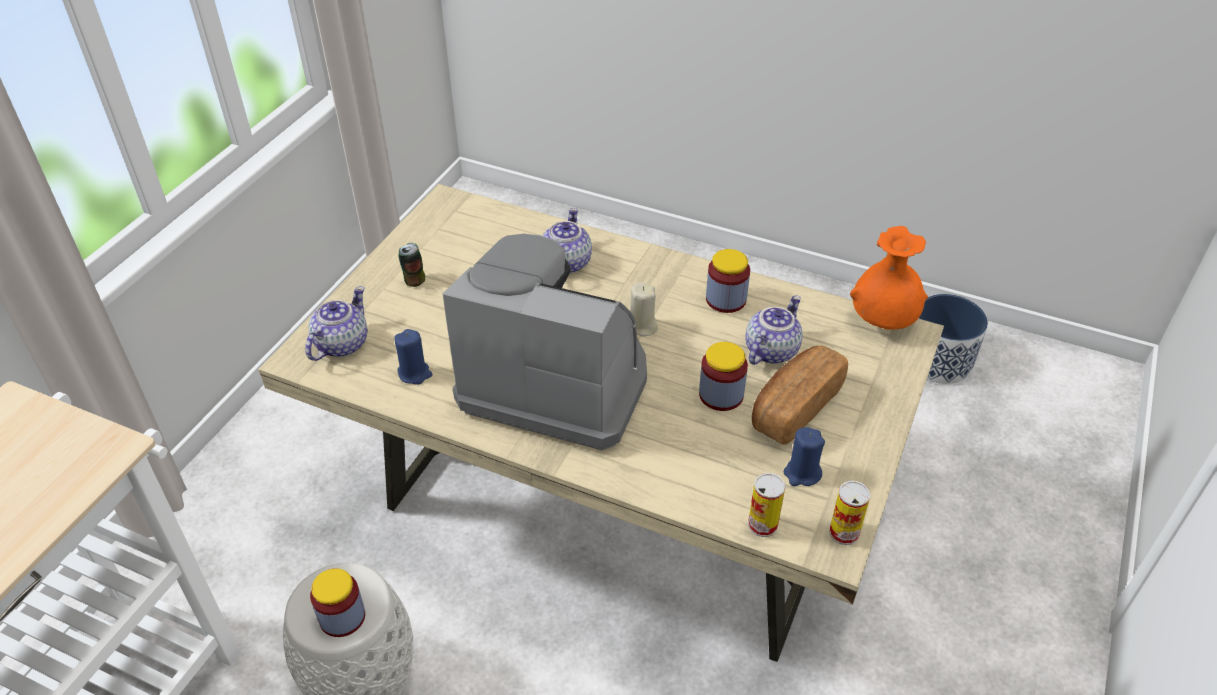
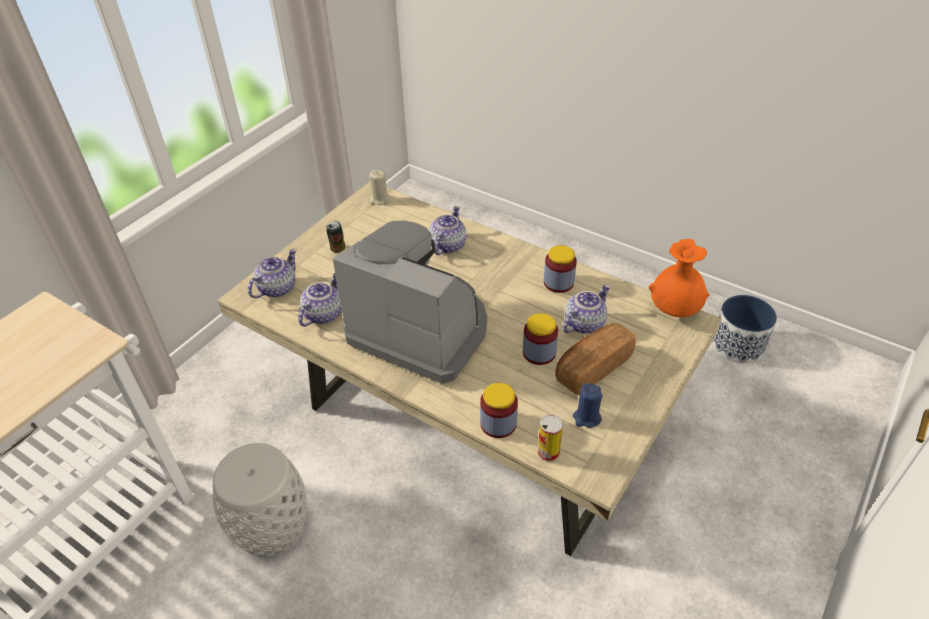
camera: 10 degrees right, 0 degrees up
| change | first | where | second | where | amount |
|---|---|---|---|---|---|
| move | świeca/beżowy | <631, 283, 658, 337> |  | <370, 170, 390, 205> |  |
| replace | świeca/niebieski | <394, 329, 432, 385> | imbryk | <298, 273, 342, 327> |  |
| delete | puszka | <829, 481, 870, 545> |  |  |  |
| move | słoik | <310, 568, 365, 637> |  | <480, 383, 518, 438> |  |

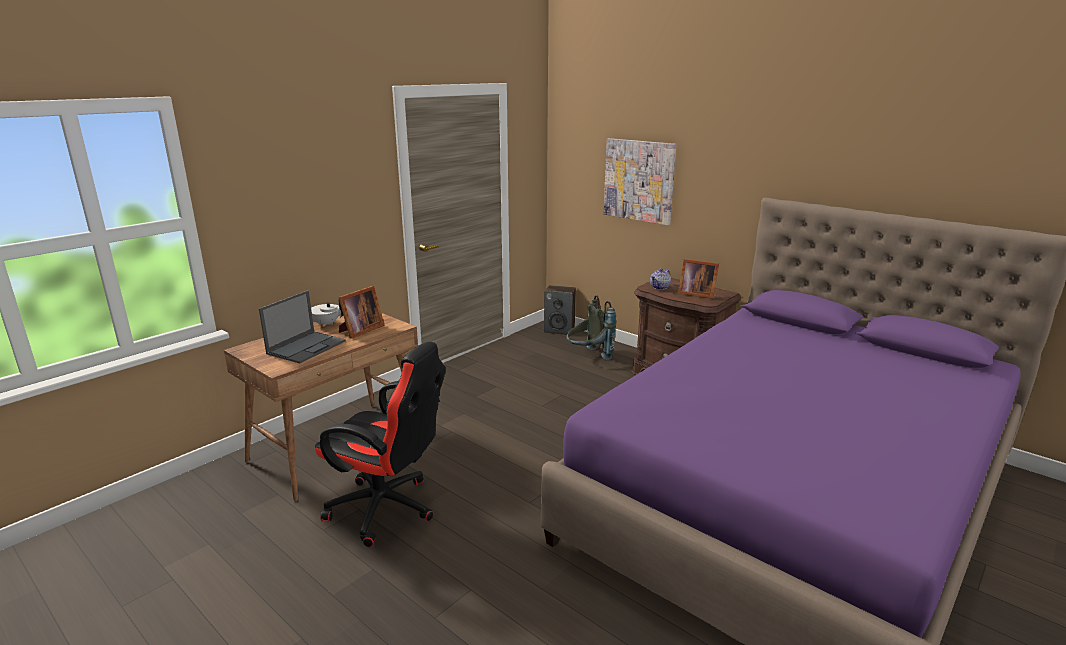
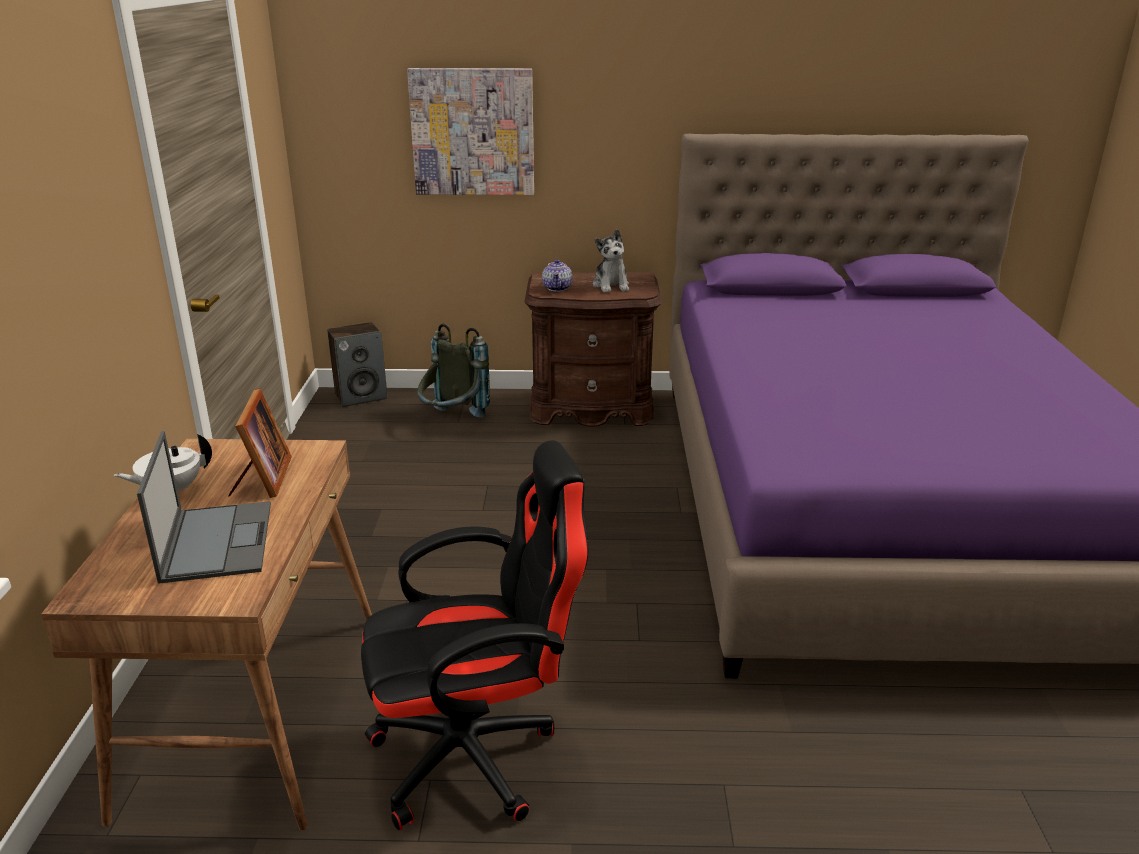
camera: 40 degrees left, 5 degrees up
| change | first | where | second | where | amount |
|---|---|---|---|---|---|
| replace | ramka na zdjęcie | <678, 259, 719, 299> | pluszak | <593, 229, 629, 292> |  |

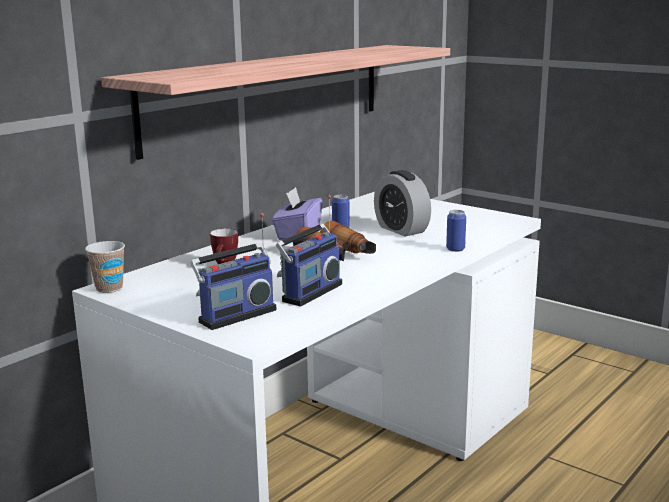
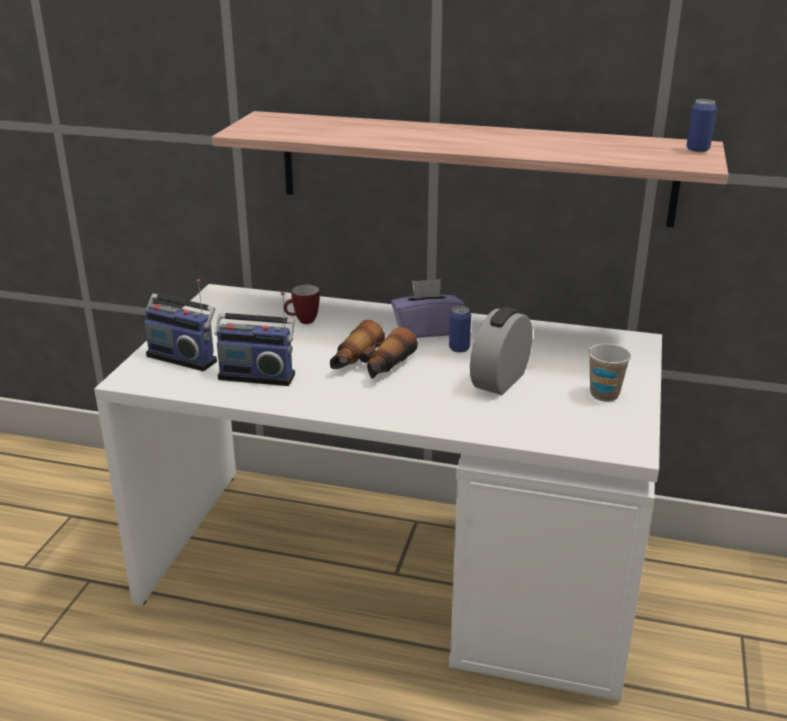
camera: 65 degrees right, 10 degrees up
| change | first | where | second | where | amount |
|---|---|---|---|---|---|
| move | puszka | <446, 210, 466, 252> |  | <686, 99, 717, 152> |  |
| move | filiżanka | <85, 241, 125, 293> |  | <588, 344, 631, 402> |  |

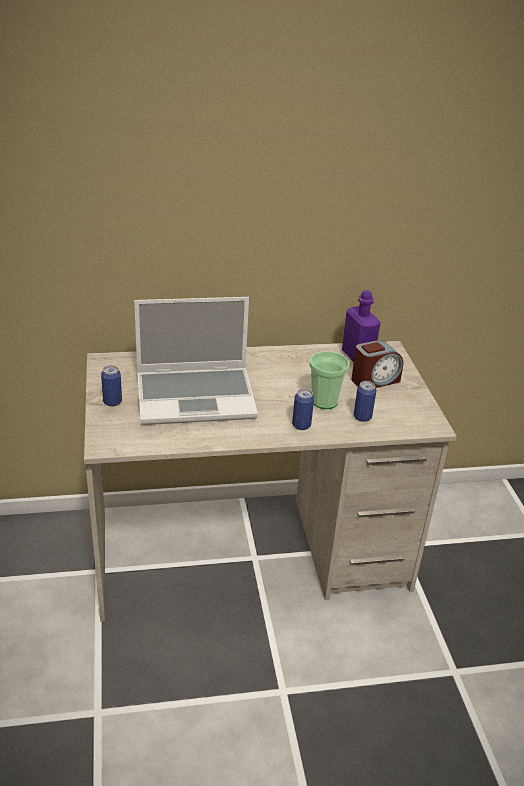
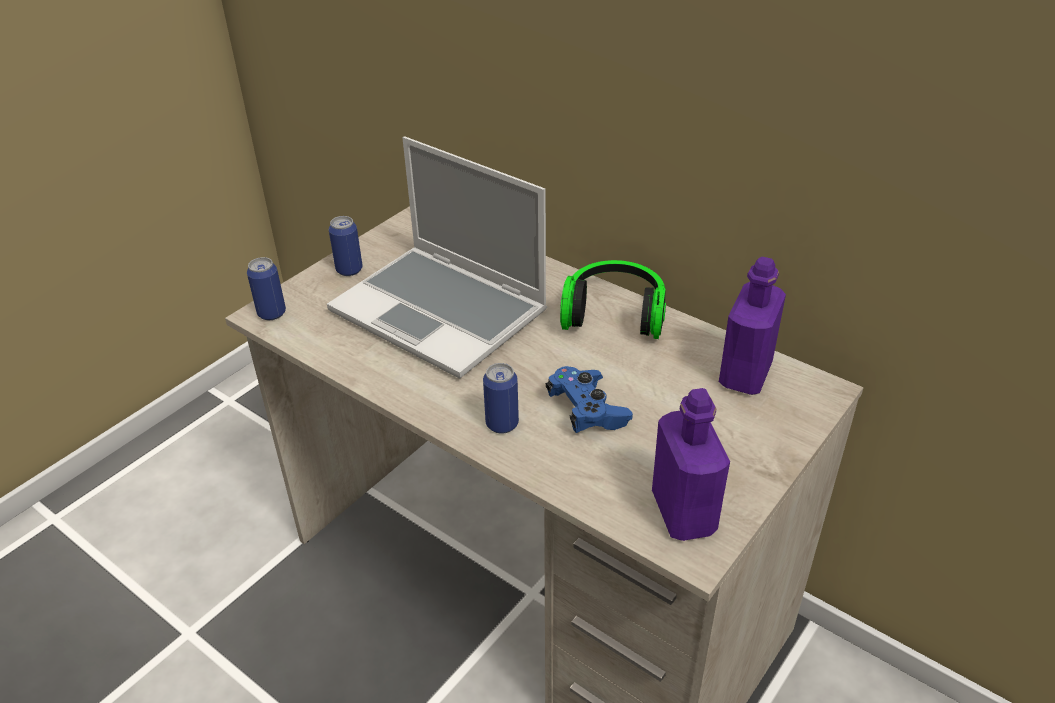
camera: 50 degrees right, 5 degrees up
| change | first | where | second | where | amount |
|---|---|---|---|---|---|
| delete | budzik | <352, 340, 403, 388> |  |  |  |
| replace | filiżanka | <309, 351, 349, 409> | pad do gier/niebieski | <545, 366, 633, 433> |  |
| move | puszka | <354, 381, 377, 422> |  | <247, 257, 286, 320> |  |
| insert |  |  | słuchawki | <560, 260, 666, 339> |  |
| insert |  |  | butelka/fioletowy | <652, 388, 730, 541> |  |

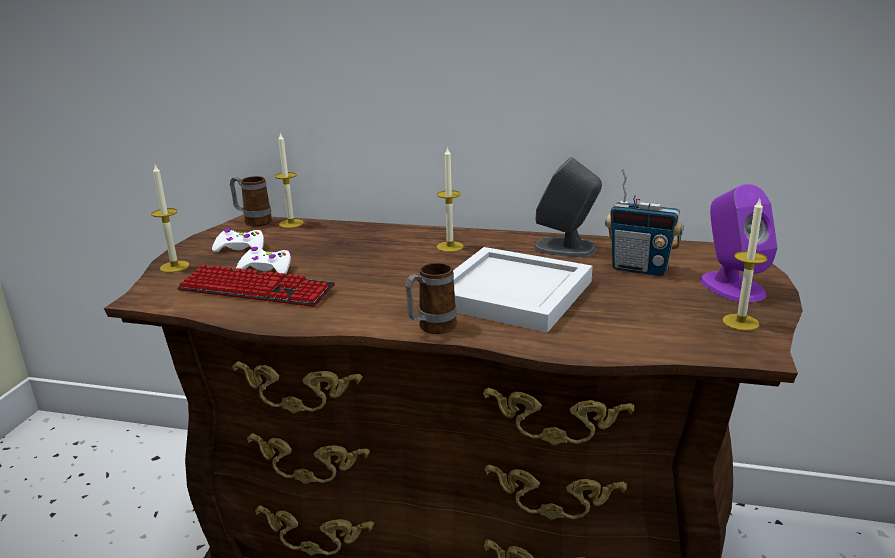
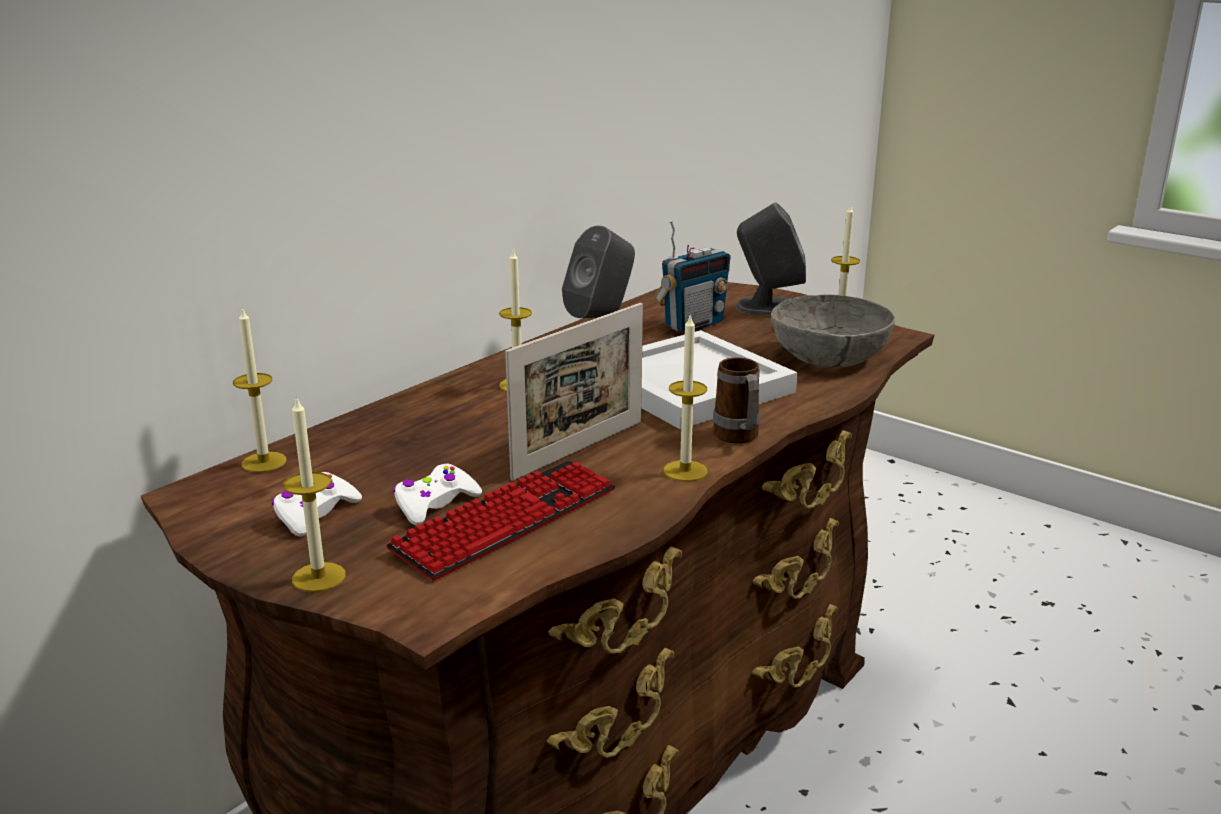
camera: 65 degrees left, 0 degrees up
| change | first | where | second | where | amount |
|---|---|---|---|---|---|
| delete | kubek | <230, 176, 272, 226> |  |  |  |
| recolor | głośnik/fioletowy | <700, 184, 777, 302> | głośnik/szary | <736, 202, 806, 316> |  |
| insert |  |  | miska/szary | <771, 294, 895, 368> |  |
| insert |  |  | ramka na zdjęcie | <505, 303, 643, 481> |  |
| insert |  |  | świeca | <664, 314, 707, 482> |  |

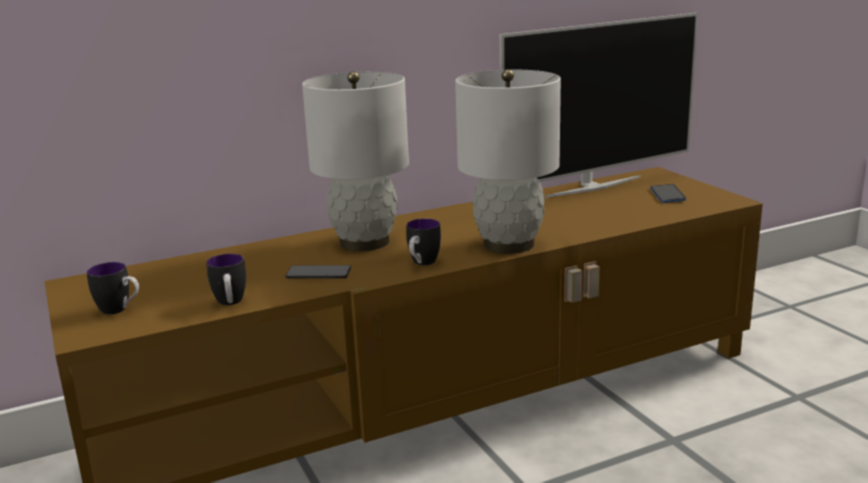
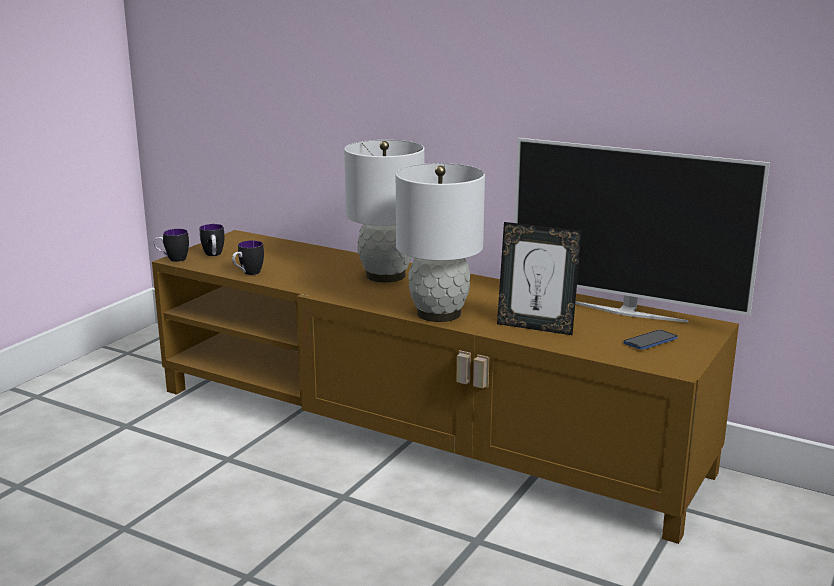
camera: 55 degrees right, 0 degrees up
| change | first | where | second | where | amount |
|---|---|---|---|---|---|
| move | kubek | <406, 219, 441, 265> |  | <154, 229, 189, 262> |  |
| delete | telefon | <286, 265, 351, 279> |  |  |  |
| insert |  |  | ramka na zdjęcie | <497, 222, 582, 335> |  |

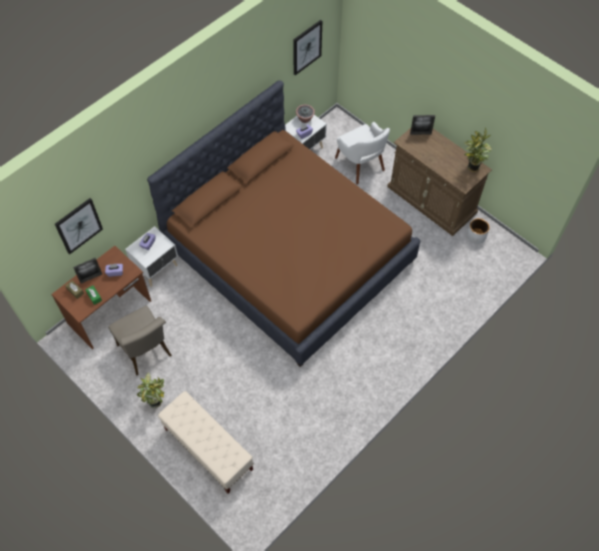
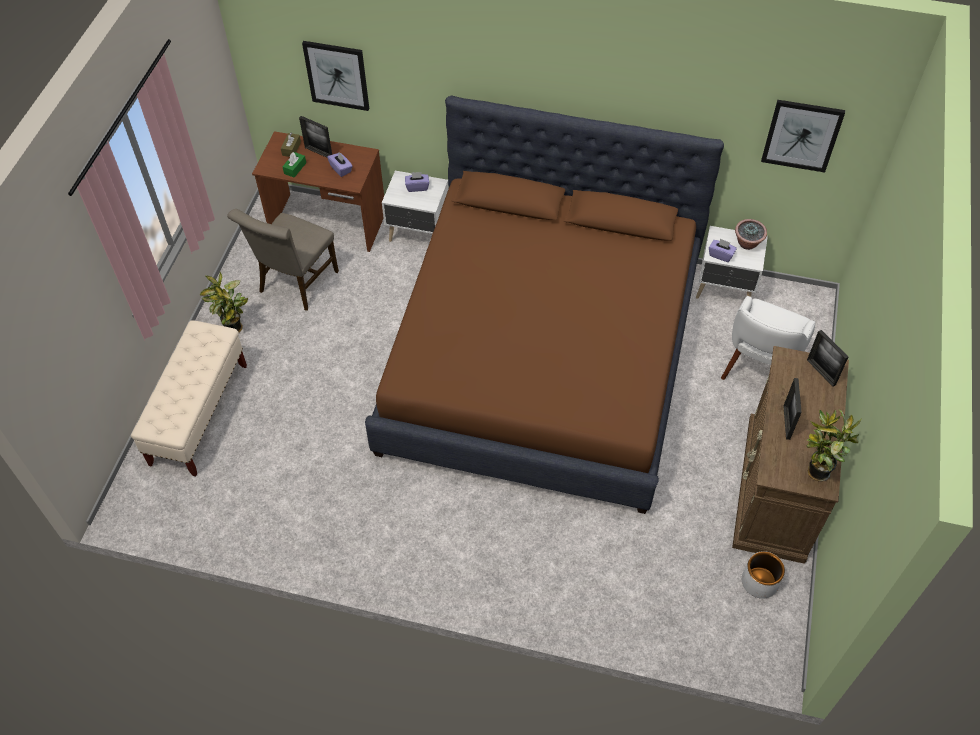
camera: 60 degrees right, 5 degrees down
| change | first | where | second | where | amount |
|---|---|---|---|---|---|
| insert |  |  | ramka na zdjęcie | <783, 378, 802, 440> |  |

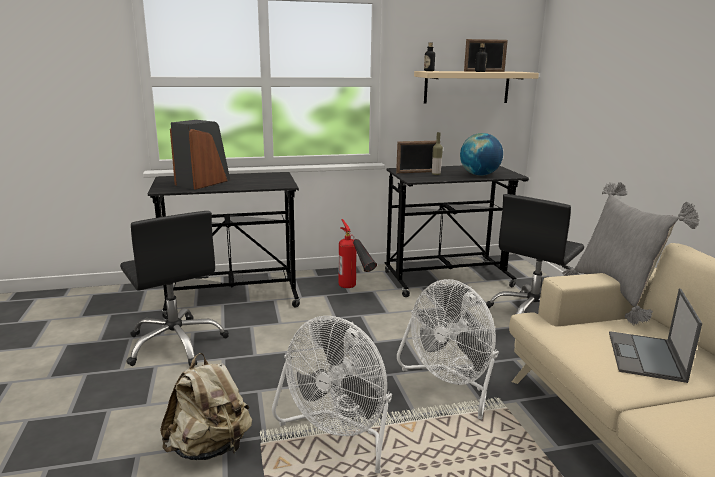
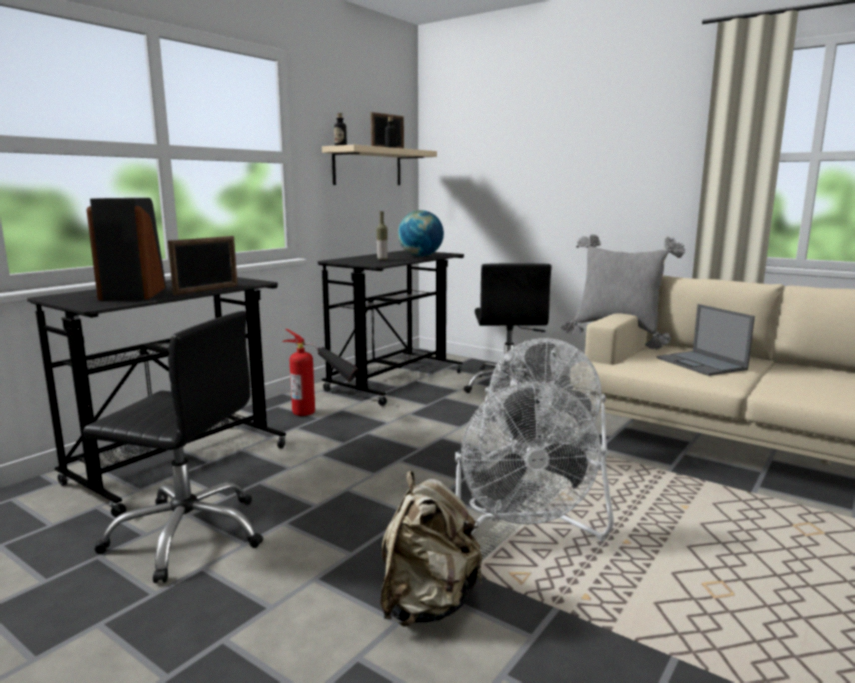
camera: 40 degrees left, 5 degrees down
| change | first | where | second | where | amount |
|---|---|---|---|---|---|
| move | ramka na zdjęcie | <396, 141, 436, 173> |  | <168, 236, 238, 295> |  |

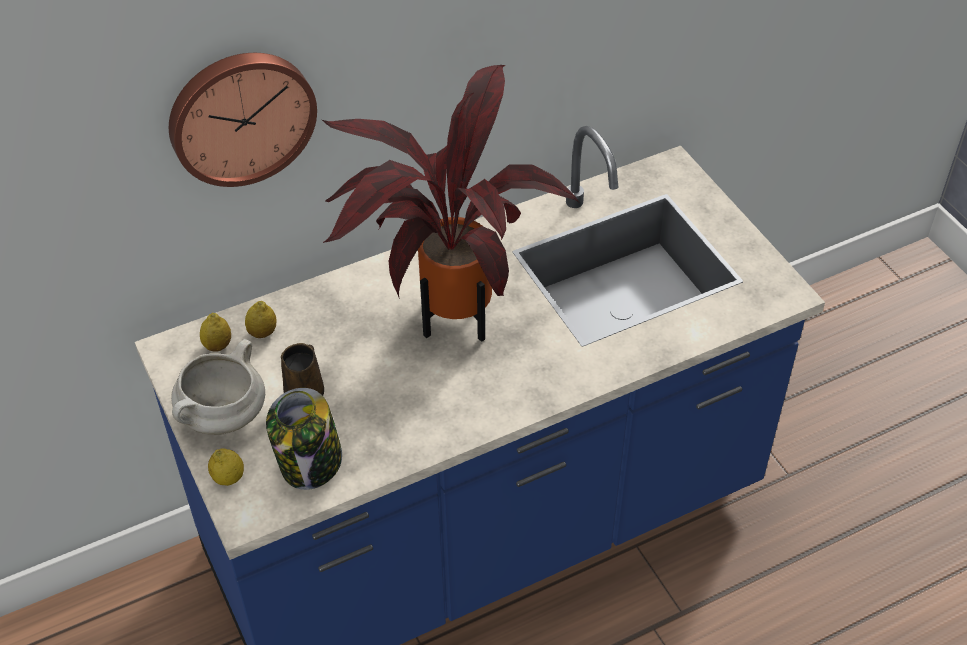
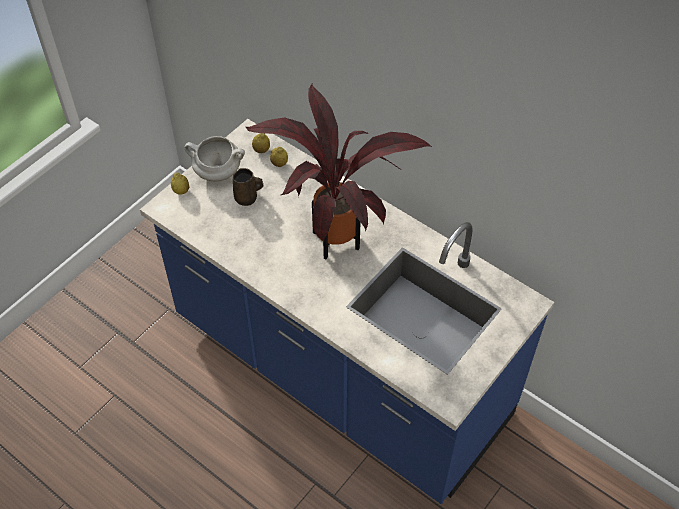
camera: 65 degrees right, 5 degrees up
| change | first | where | second | where | amount |
|---|---|---|---|---|---|
| delete | zegar ścienny | <169, 53, 317, 187> |  |  |  |
| delete | słoik | <266, 388, 342, 490> |  |  |  |

